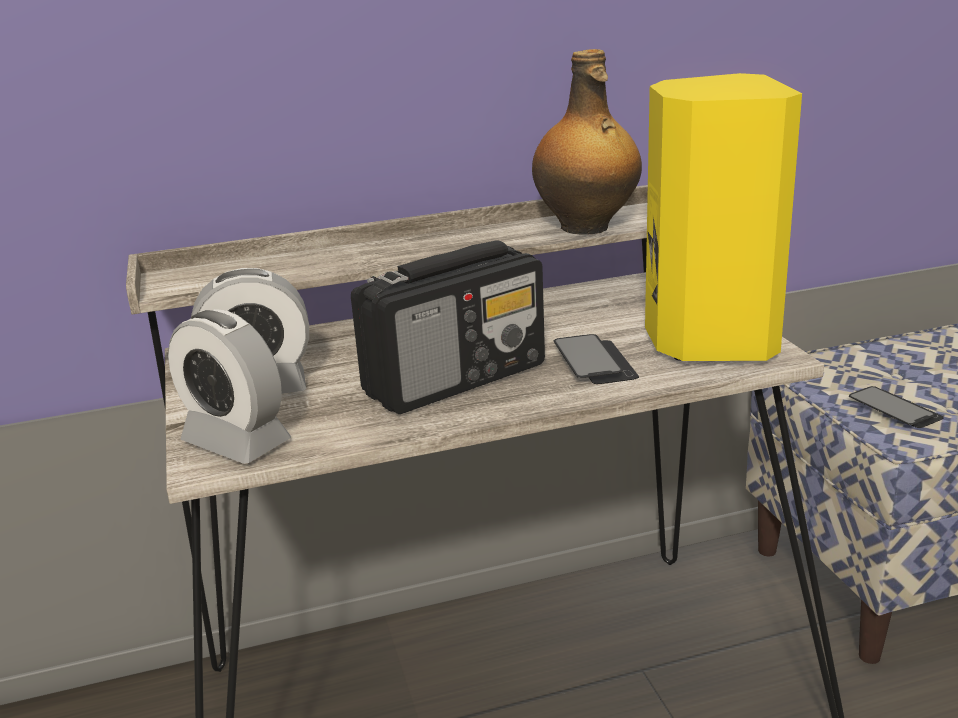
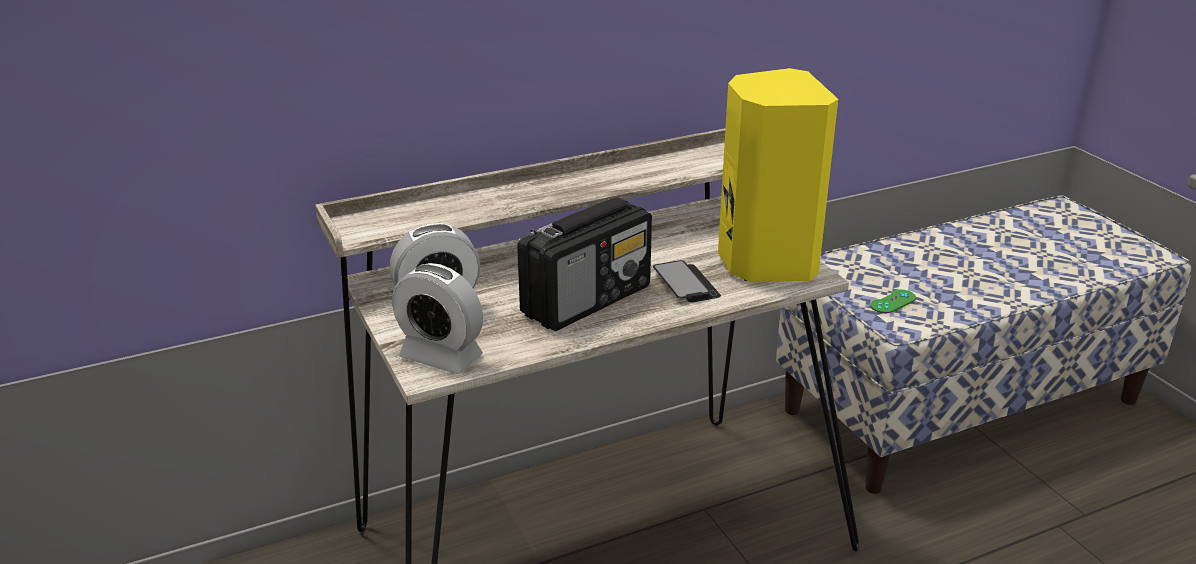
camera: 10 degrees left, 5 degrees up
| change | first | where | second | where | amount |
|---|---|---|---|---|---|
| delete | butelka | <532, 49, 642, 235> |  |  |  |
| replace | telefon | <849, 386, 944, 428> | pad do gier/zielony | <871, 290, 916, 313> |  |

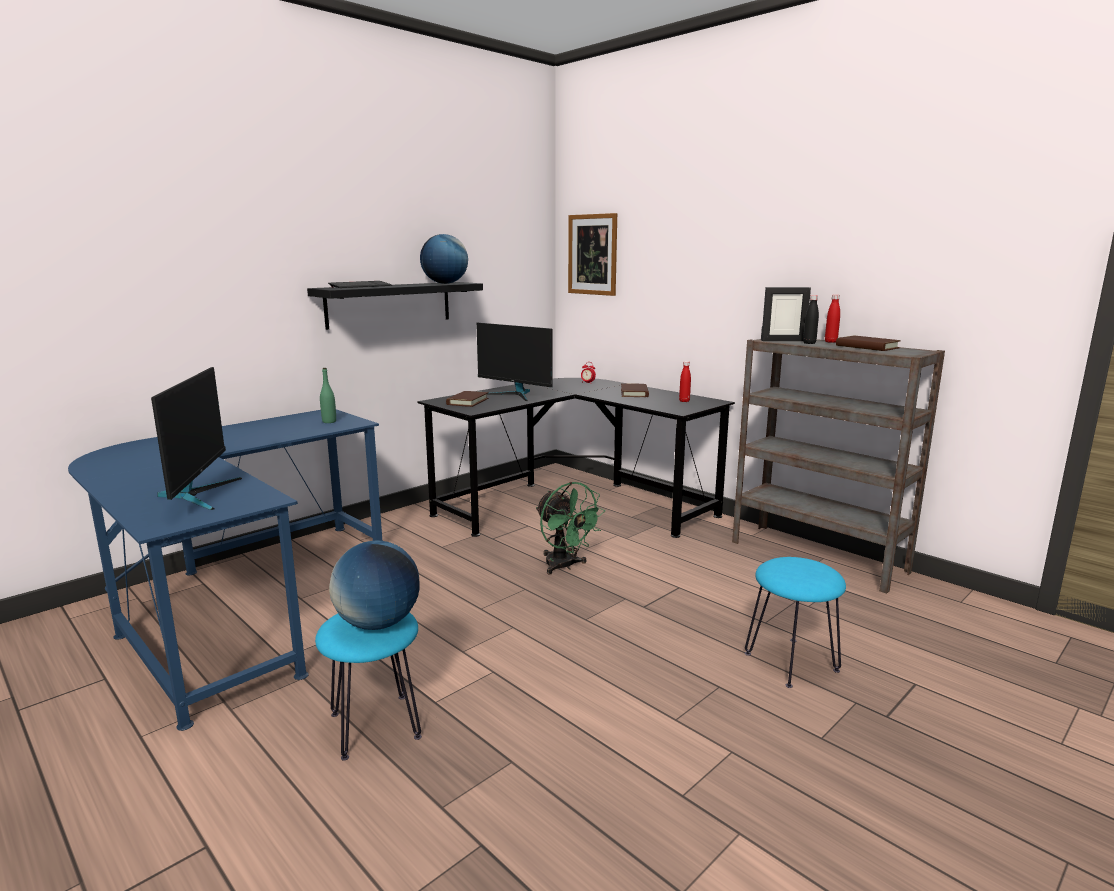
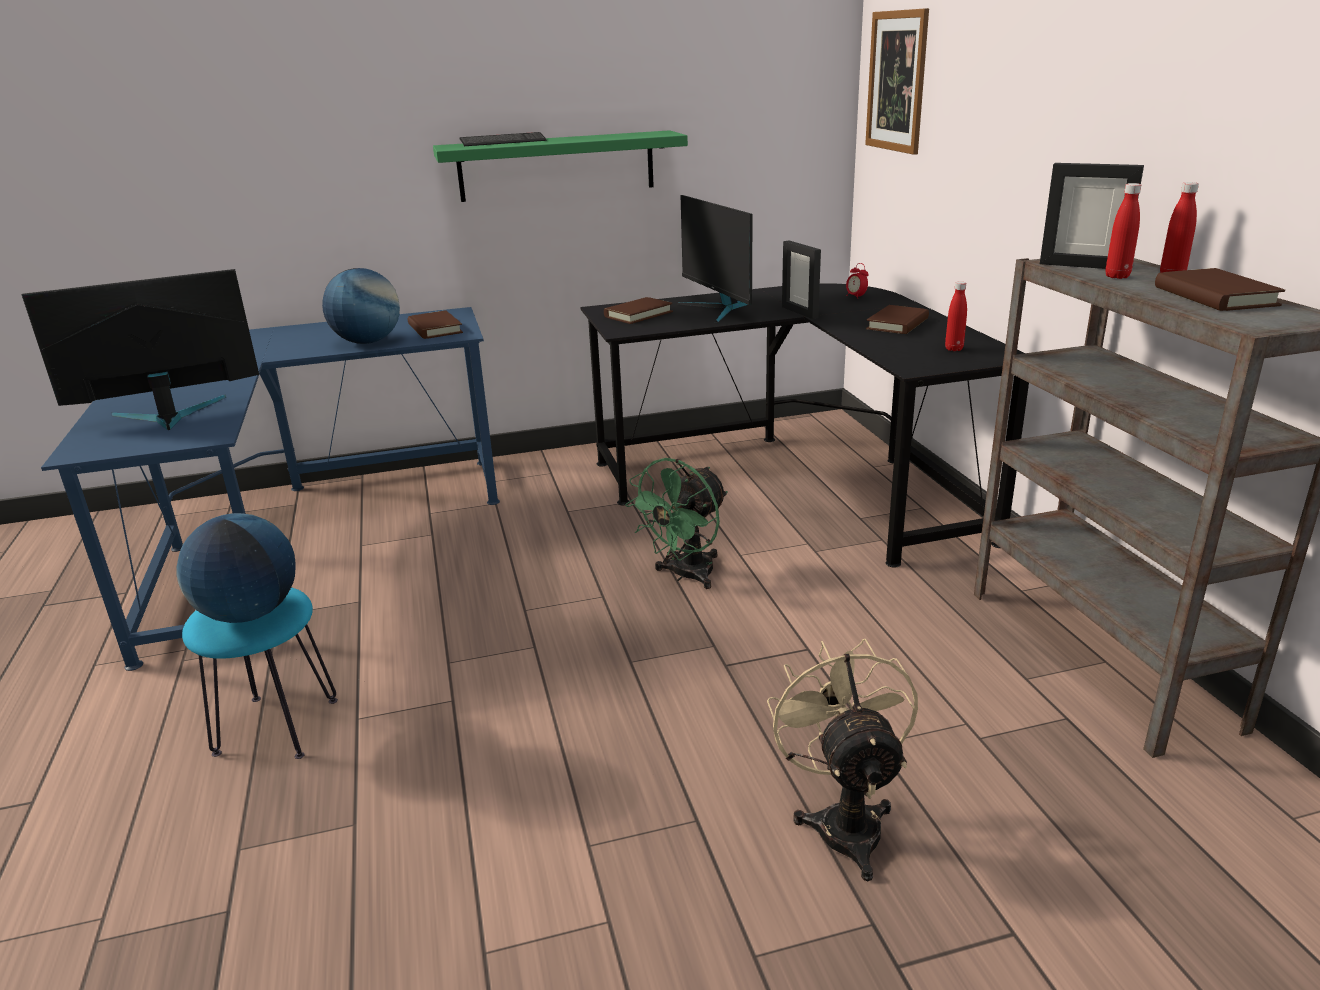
camera: 30 degrees right, 10 degrees up
| change | first | where | second | where | amount |
|---|---|---|---|---|---|
| move | globus | <420, 234, 468, 284> |  | <322, 268, 400, 344> |  |
| recolor | półka/czarny | <307, 282, 483, 330> | półka/zielony | <433, 130, 688, 202> |  |
| recolor | butelka/czarny | <803, 295, 819, 344> | butelka/czerwony | <1106, 183, 1141, 279> |  |
| rotate | monitor | <151, 367, 242, 510> |  | <21, 269, 259, 430> | 135 degrees counterclockwise |
| replace | butelka/zielony | <320, 368, 336, 423> | książka/brązowy | <408, 310, 463, 339> |  |
| rotate | wentylator/zielony | <536, 482, 605, 574> |  | <625, 458, 728, 589> | 45 degrees clockwise |
| replace | stołek/turkusowy | <745, 557, 846, 688> | wentylator/beżowy | <767, 639, 918, 881> |  |
| insert |  |  | ramka na zdjęcie | <782, 240, 821, 319> |  |

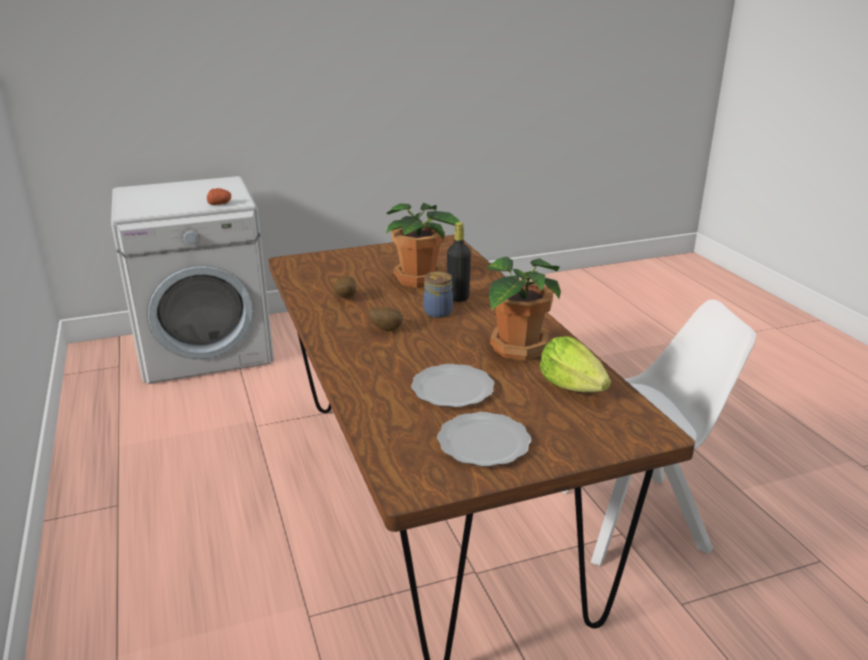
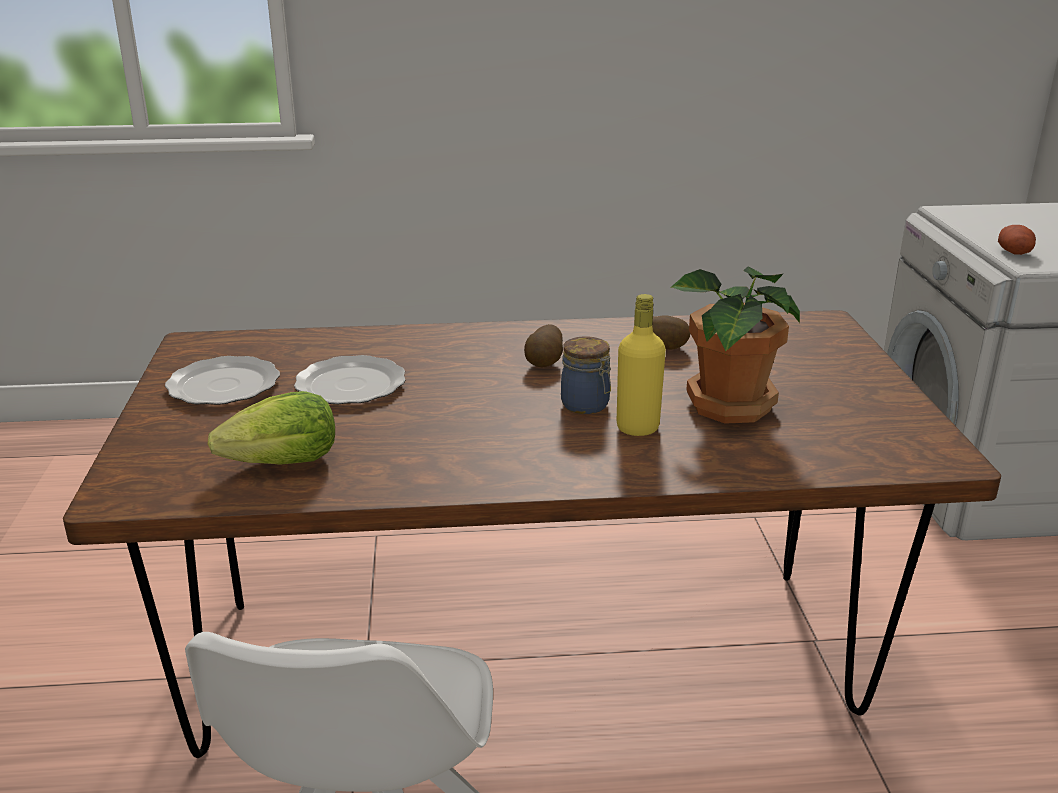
camera: 105 degrees right, 0 degrees up
| change | first | where | second | where | amount |
|---|---|---|---|---|---|
| recolor | butelka/czarny | <447, 222, 471, 302> | butelka/żółty | <617, 294, 666, 436> |  |
| delete | roślina doniczkowa | <486, 256, 561, 361> |  |  |  |

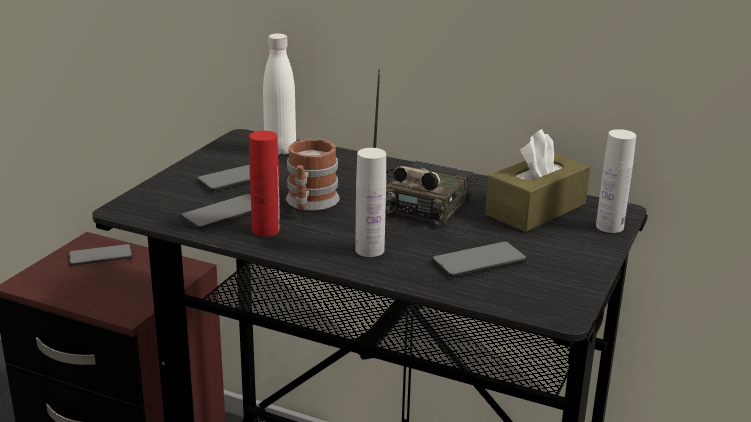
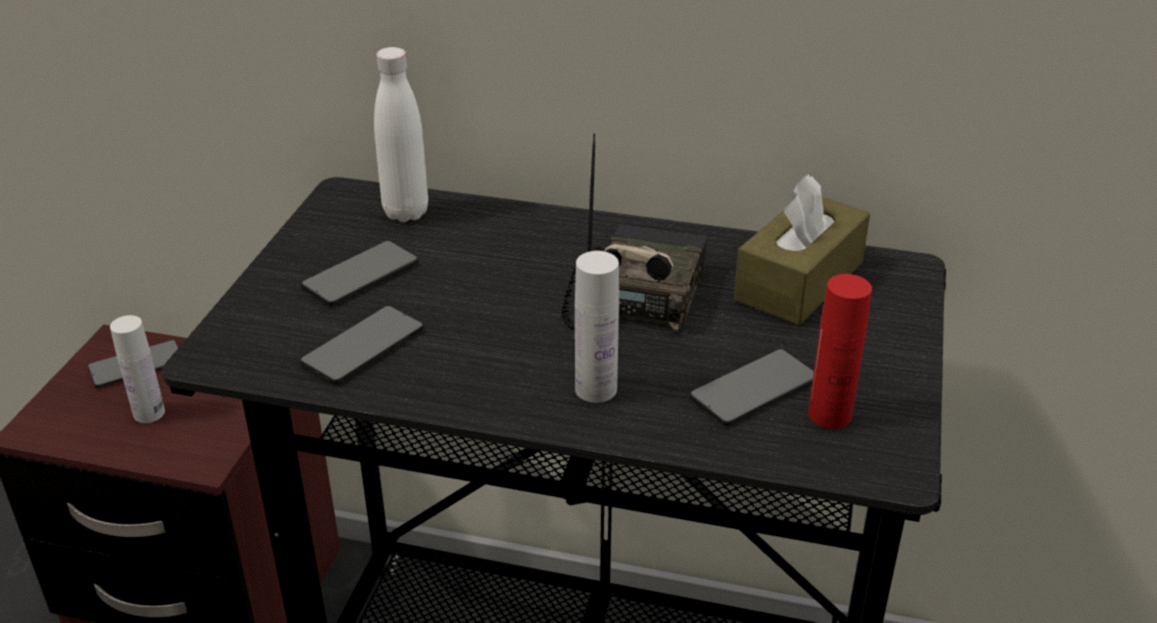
camera: 10 degrees left, 10 degrees up
| change | first | where | second | where | amount |
|---|---|---|---|---|---|
| move | butelka/biały | <596, 129, 636, 233> |  | <110, 315, 165, 423> |  |
| move | butelka/czerwony | <249, 131, 280, 237> |  | <808, 274, 872, 429> |  |
| delete | kubek | <286, 138, 340, 211> |  |  |  |

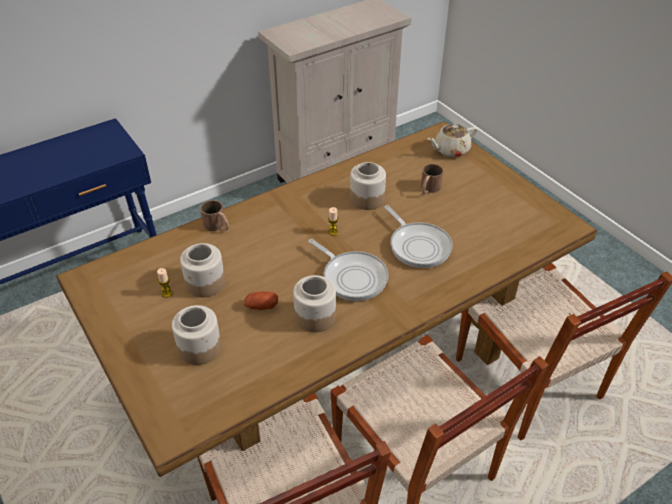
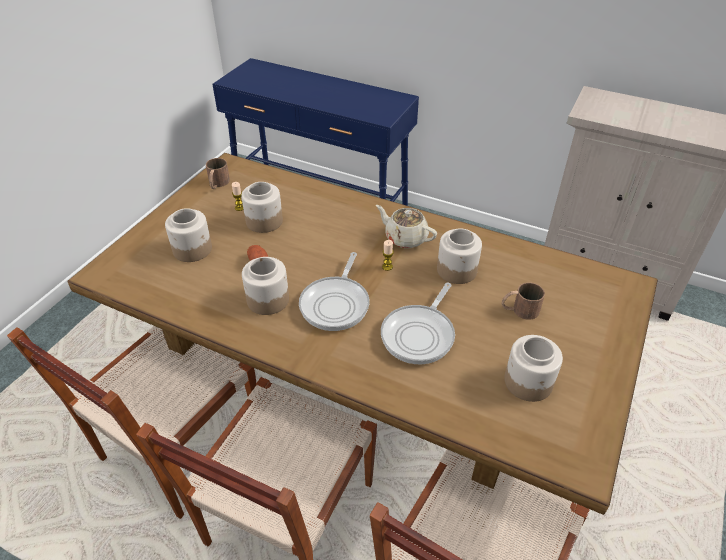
camera: 60 degrees right, 0 degrees up
| change | first | where | second | where | amount |
|---|---|---|---|---|---|
| move | imbryk/beżowy | <428, 124, 477, 157> |  | <376, 205, 437, 248> |  |
| move | kubek/brązowy | <200, 200, 229, 231> |  | <206, 158, 230, 189> |  |
| insert |  |  | słoik | <504, 335, 563, 402> |  |

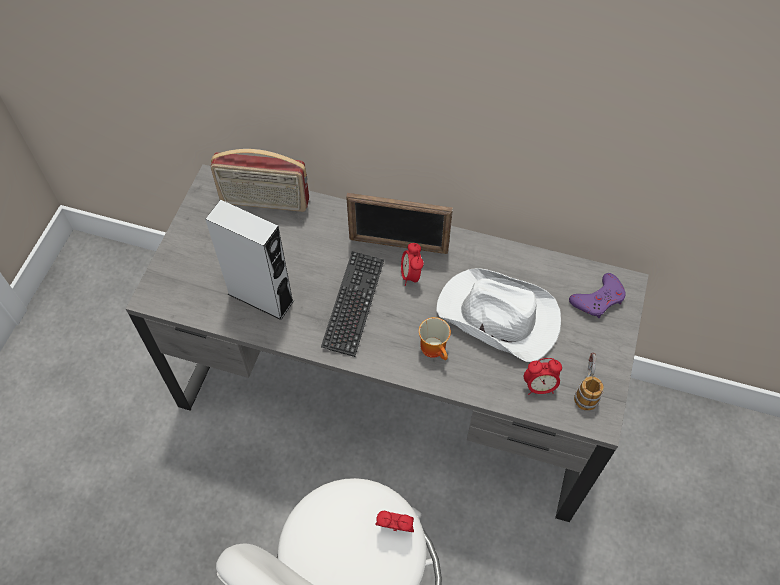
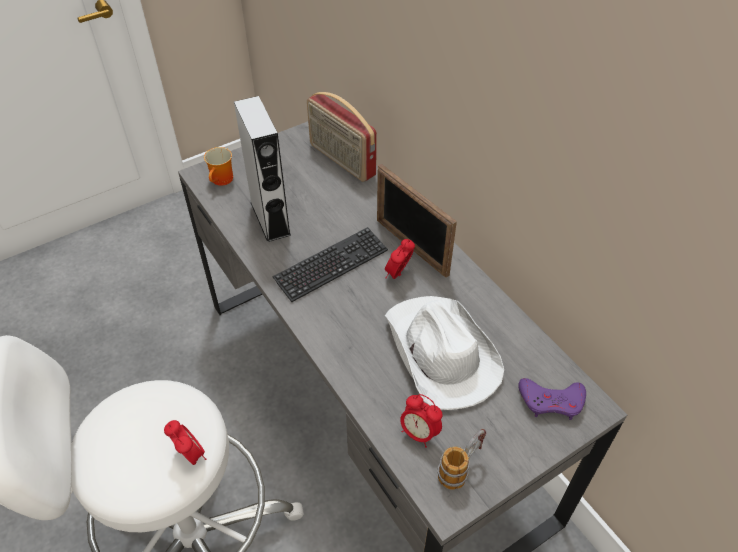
camera: 40 degrees right, 10 degrees down
| change | first | where | second | where | amount |
|---|---|---|---|---|---|
| move | kubek | <419, 317, 451, 360> |  | <204, 147, 233, 186> |  |

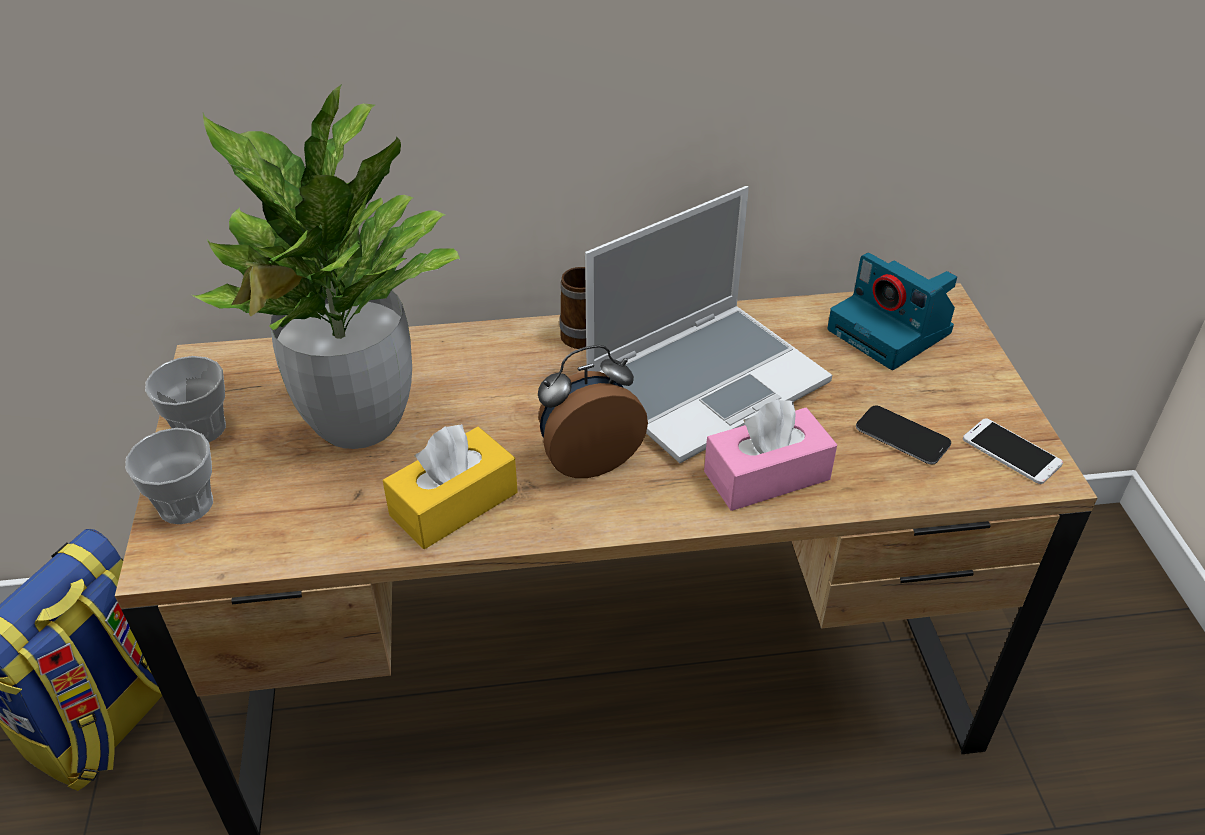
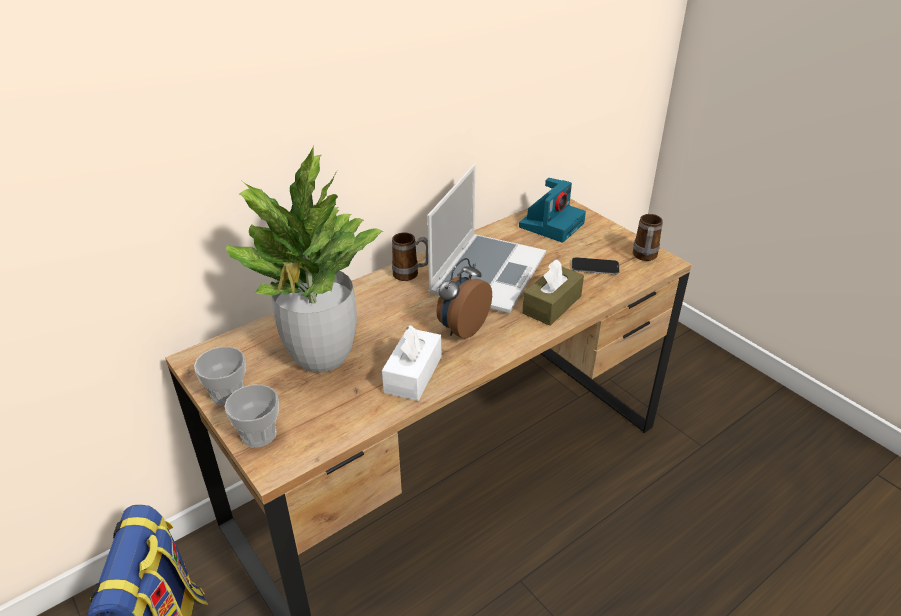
camera: 30 degrees left, 5 degrees down
| change | first | where | second | where | amount |
|---|---|---|---|---|---|
| rotate | aparat fotograficzny | <827, 253, 957, 370> |  | <519, 178, 586, 243> | 75 degrees counterclockwise |
| recolor | pudełko chusteczek/różowy | <704, 399, 837, 511> | pudełko chusteczek/brązowy | <522, 260, 584, 326> |  |
| replace | telefon | <963, 418, 1063, 484> | kubek | <633, 214, 663, 261> |  |
| recolor | pudełko chusteczek/żółty | <383, 424, 518, 549> | pudełko chusteczek/biały | <382, 325, 441, 401> |  |

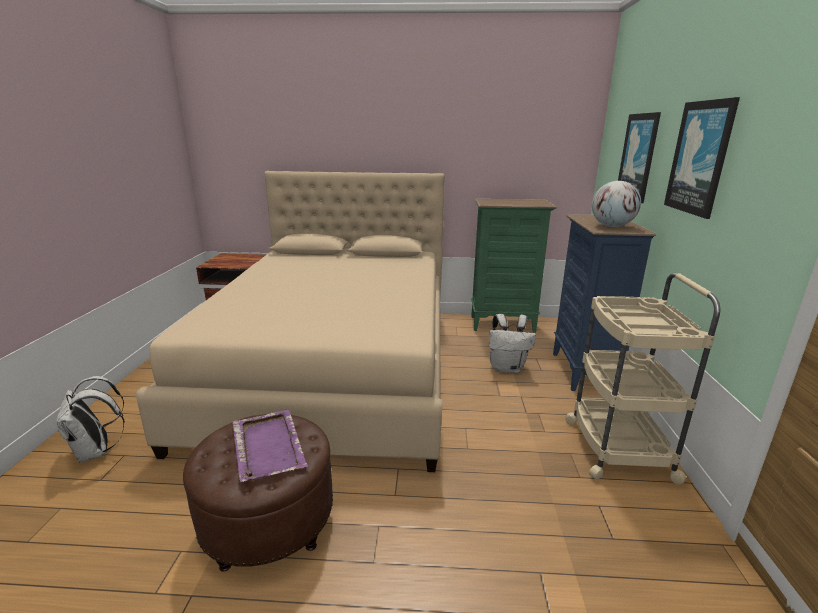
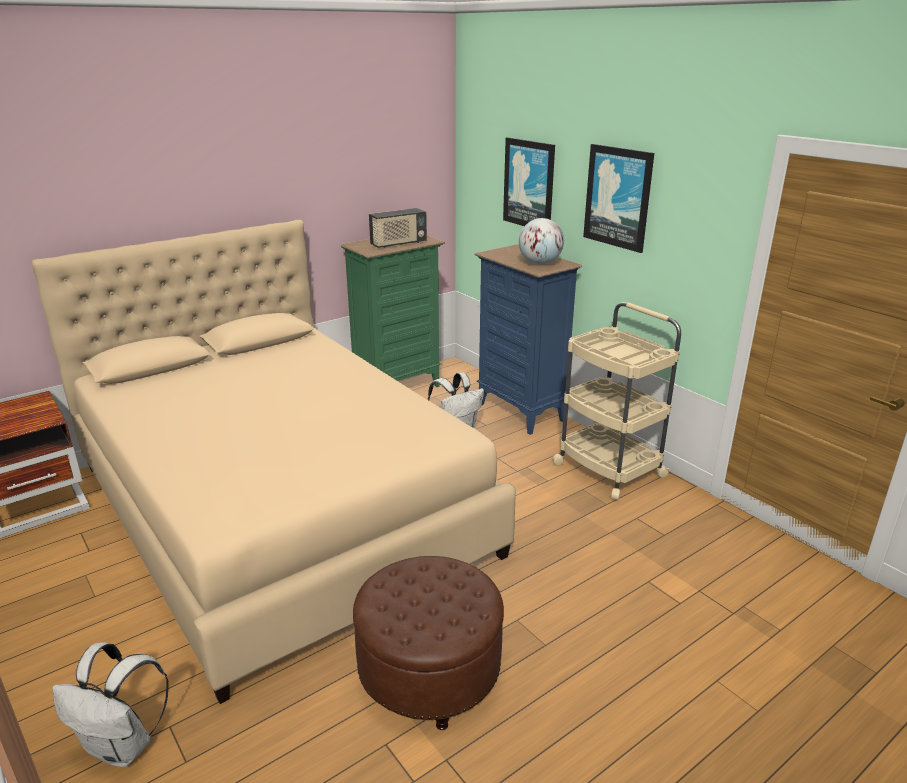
camera: 40 degrees left, 5 degrees up
| change | first | where | second | where | amount |
|---|---|---|---|---|---|
| delete | taca/fioletowy | <232, 409, 309, 482> |  |  |  |
| insert |  |  | radio | <369, 208, 427, 248> |  |

